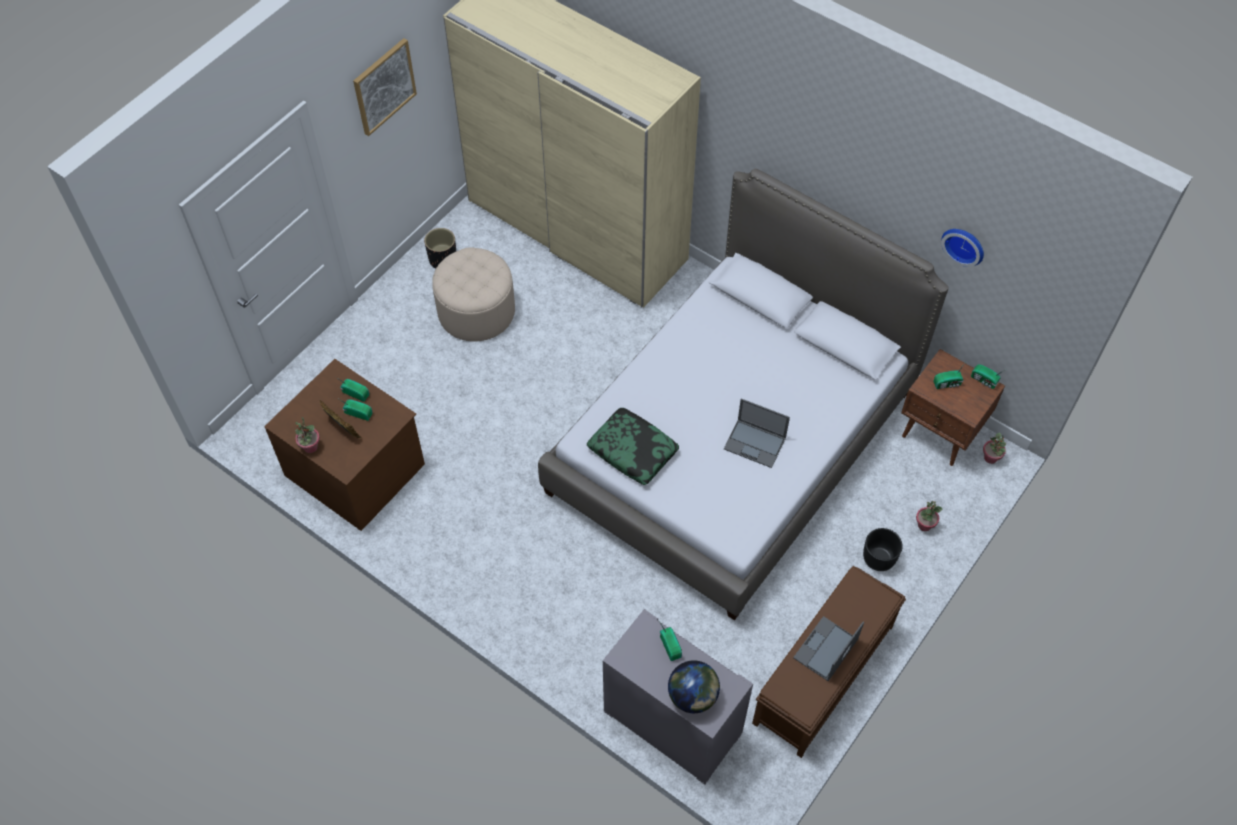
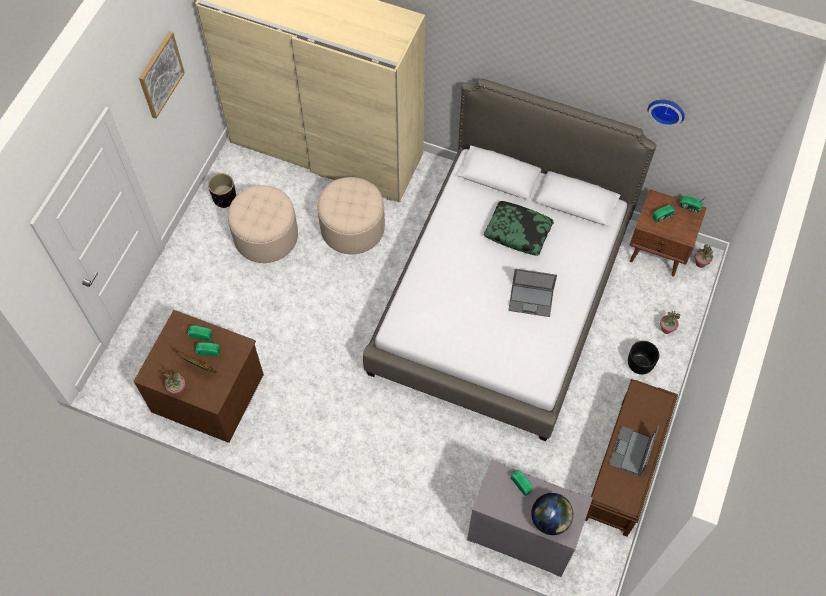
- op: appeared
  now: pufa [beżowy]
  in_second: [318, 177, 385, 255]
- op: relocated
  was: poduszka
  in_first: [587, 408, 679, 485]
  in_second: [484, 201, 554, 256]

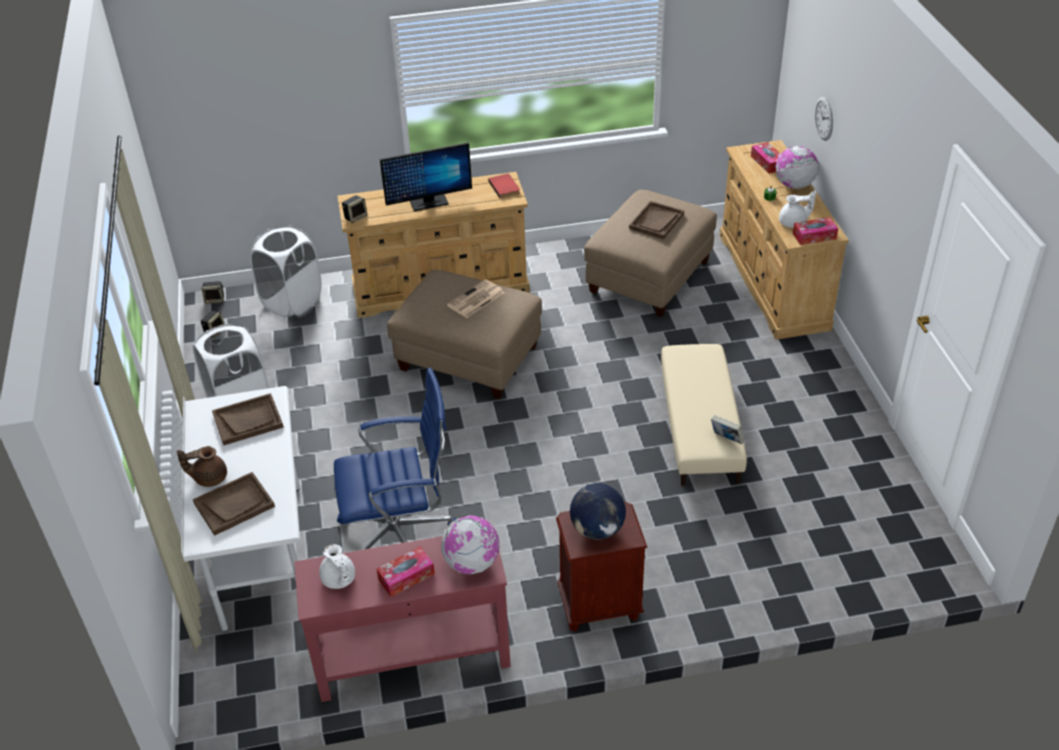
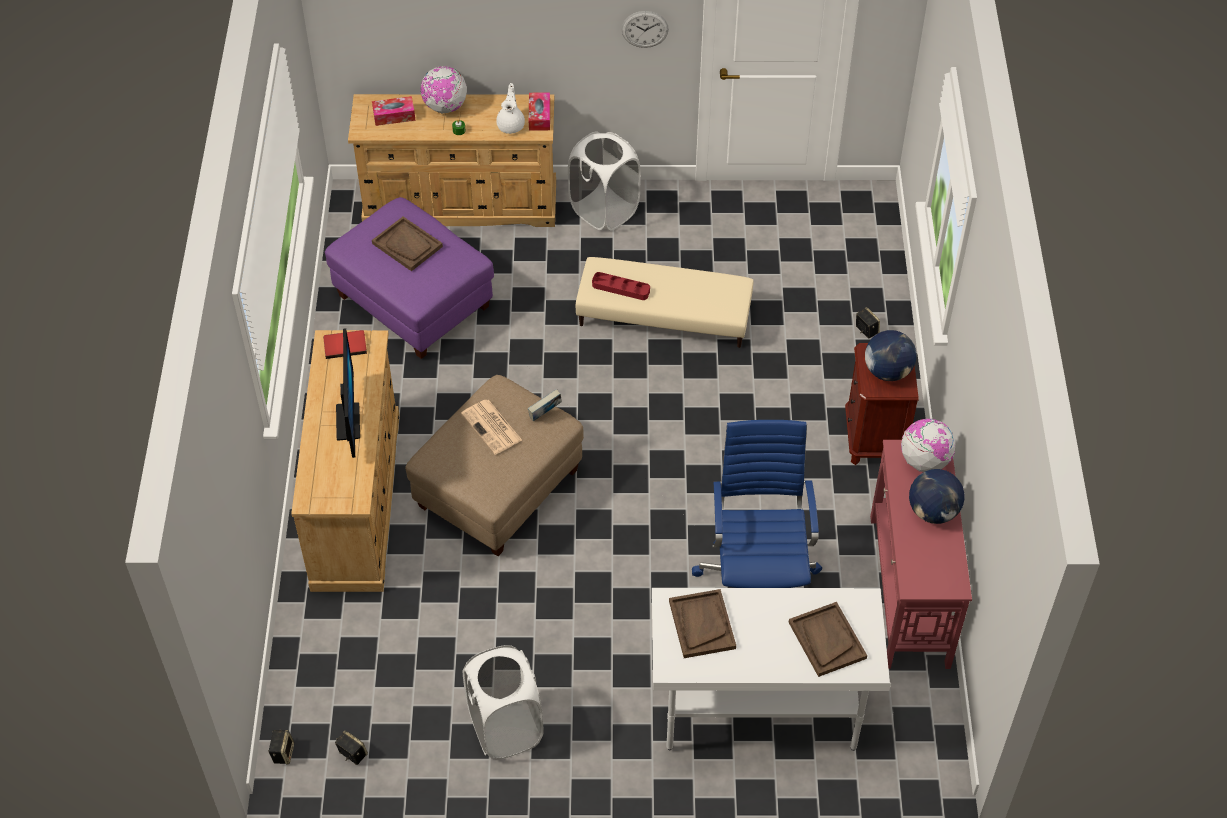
- op: colour
  was: pufa [beżowy]
  now: pufa [fioletowy]
  in_first: [584, 190, 717, 317]
  in_second: [325, 197, 494, 359]
- op: relocated
  was: książka
  in_first: [711, 415, 745, 444]
  in_second: [528, 389, 562, 421]
- op: relocated
  was: kosz na pranie [biały]
  in_first: [250, 226, 322, 317]
  in_second: [568, 131, 641, 231]
- op: appeared
  now: taca [czerwony]
  in_second: [592, 272, 650, 300]
- op: relocated
  was: zegar ścienny
  in_first: [815, 97, 833, 141]
  in_second: [621, 11, 669, 48]
- op: relocated
  was: głośnik
  in_first: [342, 195, 367, 223]
  in_second: [856, 307, 880, 339]
- op: exchanged
  was: pudełko chusteczek
  now: globus
  in_first: [376, 546, 435, 597]
  in_second: [909, 469, 964, 524]
- op: missing
  was: imbryk [brązowy]
  in_first: [177, 446, 227, 487]
- op: missing
  was: imbryk [biały]
  in_first: [319, 544, 355, 589]

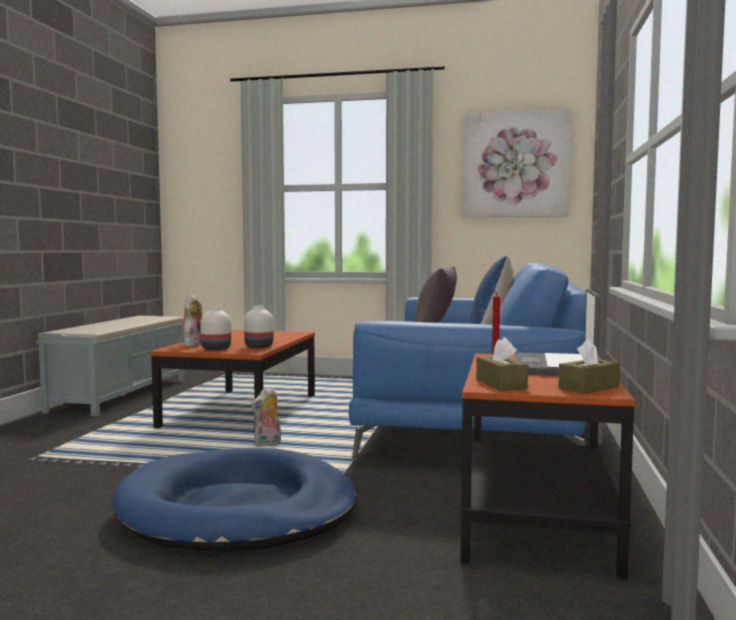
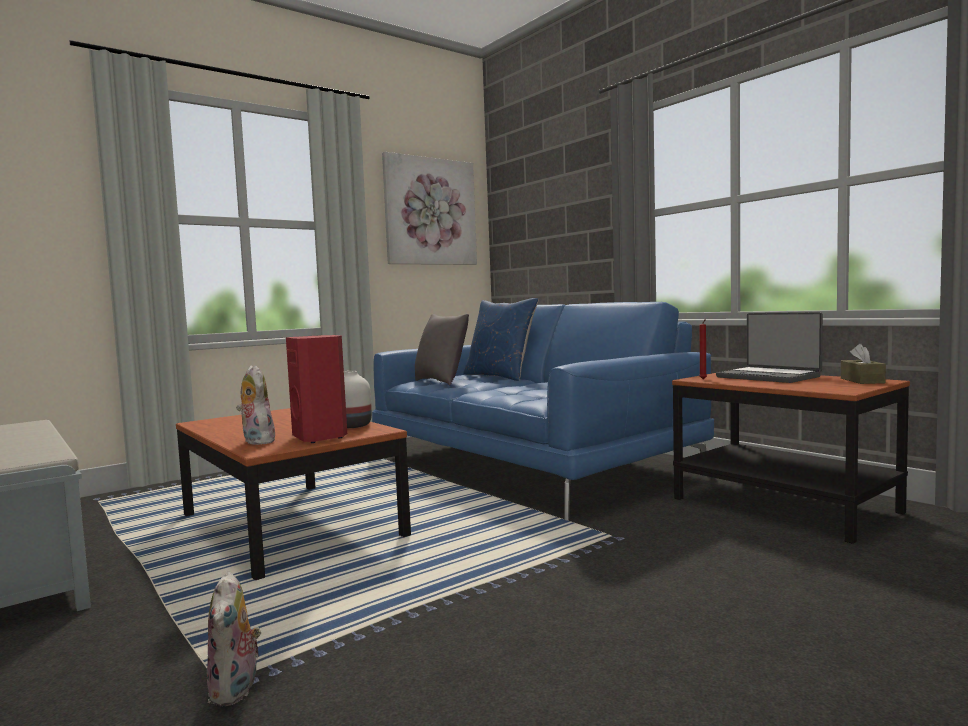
- op: relocated
  was: pluszak
  in_first: [251, 387, 281, 447]
  in_second: [207, 571, 261, 706]
- op: exchanged
  was: wazon [biały]
  now: głośnik [czerwony]
  in_first: [200, 307, 231, 350]
  in_second: [286, 335, 347, 443]
- op: missing
  was: legowisko [niebieski]
  in_first: [112, 448, 357, 551]
- op: missing
  was: pudełko chusteczek [brązowy]
  in_first: [476, 337, 528, 391]

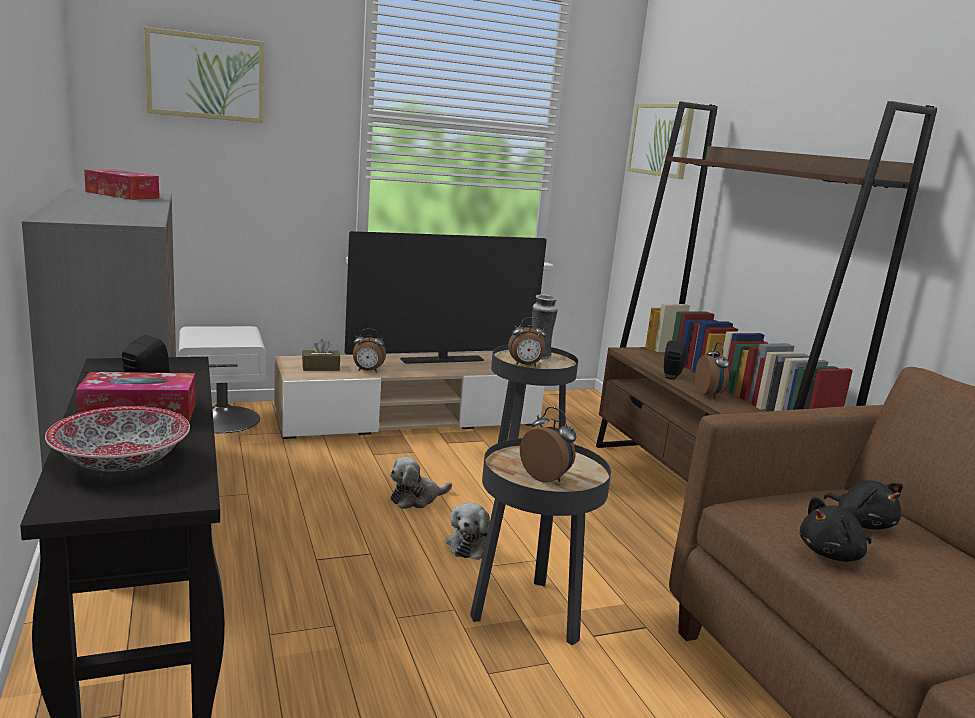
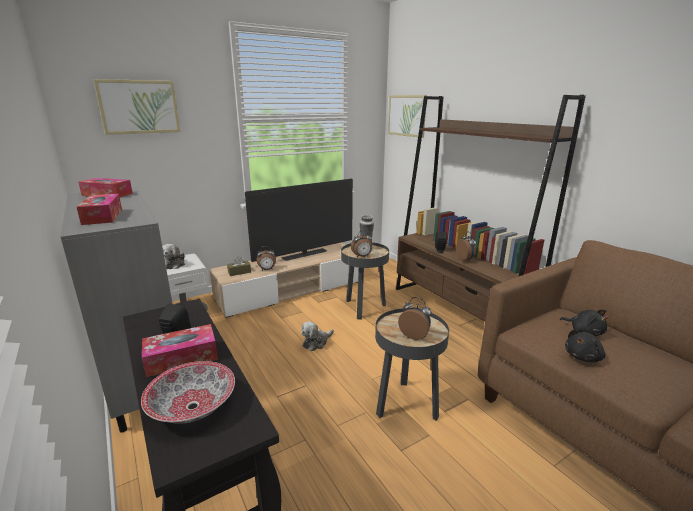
- op: appeared
  now: pudełko chusteczek
  in_second: [77, 194, 122, 225]
- op: relocated
  was: pluszak
  in_first: [445, 503, 490, 560]
  in_second: [162, 244, 185, 269]

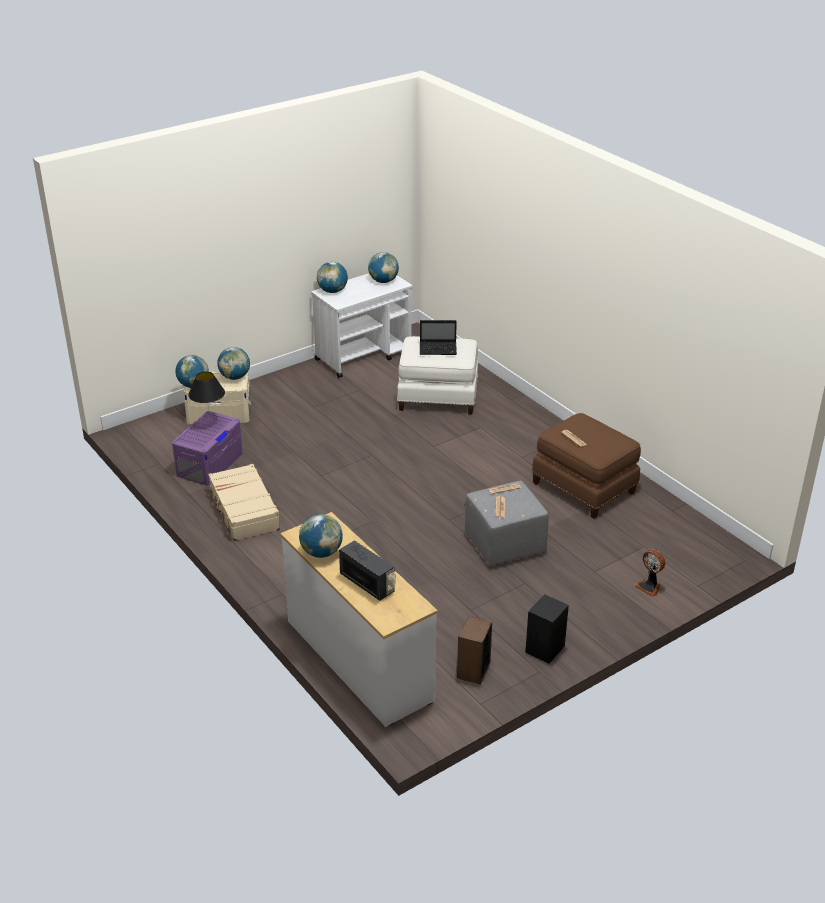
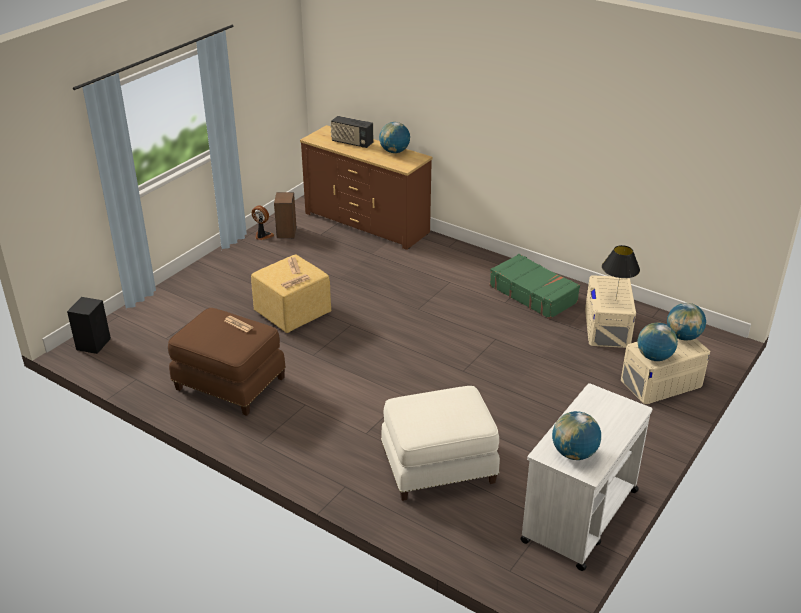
- op: relocated
  was: głośnik [czarny]
  in_first: [525, 594, 569, 664]
  in_second: [67, 297, 111, 354]
- op: colour
  was: pufa [szary]
  now: pufa [żółty]
  in_first: [465, 481, 549, 566]
  in_second: [251, 254, 331, 333]
- op: relocated
  was: wentylator
  in_first: [634, 549, 665, 597]
  in_second: [252, 205, 274, 240]
- op: colour
  was: komoda [biały]
  now: komoda [brązowy]
  in_first: [280, 512, 438, 727]
  in_second: [300, 125, 432, 250]
- op: colour
  was: walizka [beżowy]
  now: walizka [zielony]
  in_first: [208, 464, 280, 541]
  in_second: [489, 254, 580, 319]
- op: colour
  was: pojemnik do przechowywania [fioletowy]
  now: pojemnik do przechowywania [beżowy]
  in_first: [172, 411, 243, 486]
  in_second: [585, 275, 636, 348]
- op: missing
  was: globus
  in_first: [317, 262, 348, 293]
- op: missing
  was: laptop
  in_first: [420, 320, 457, 355]

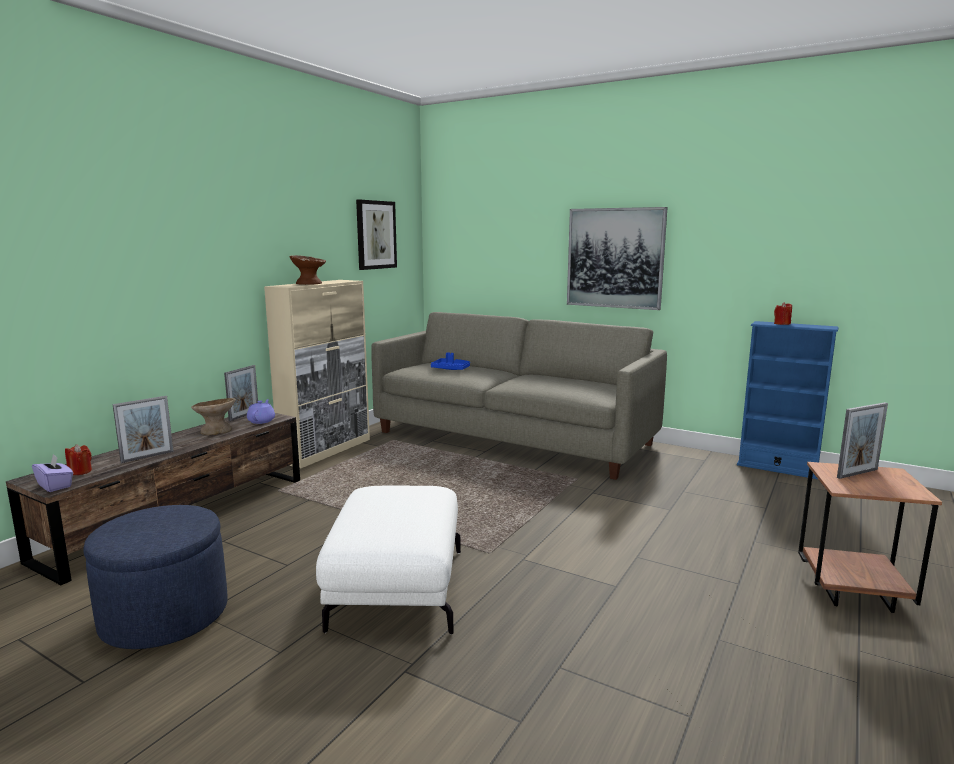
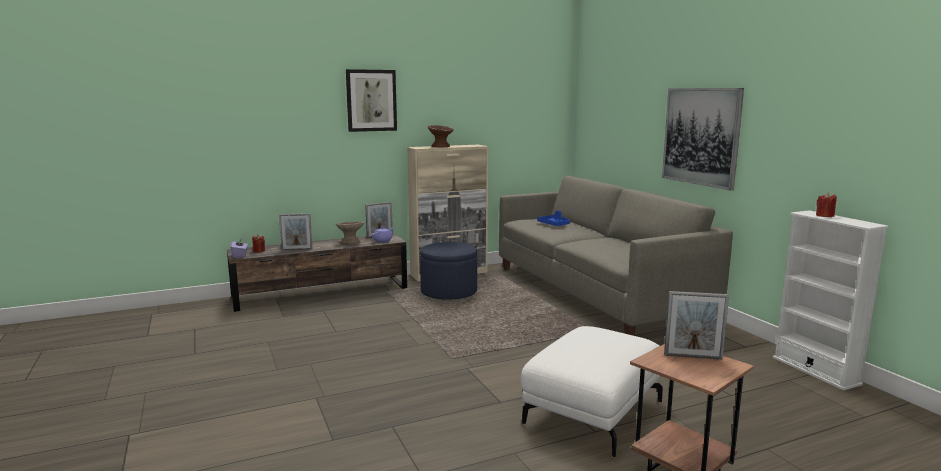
- op: relocated
  was: obraz
  in_first: [356, 200, 397, 270]
  in_second: [346, 69, 397, 132]
- op: relocated
  was: pufa [niebieski]
  in_first: [83, 505, 228, 649]
  in_second: [420, 242, 477, 300]
- op: relocated
  was: pufa [biały]
  in_first: [316, 486, 461, 635]
  in_second: [521, 326, 663, 457]
- op: colour
  was: regał [niebieski]
  now: regał [biały]
  in_first: [737, 321, 839, 479]
  in_second: [773, 210, 888, 390]

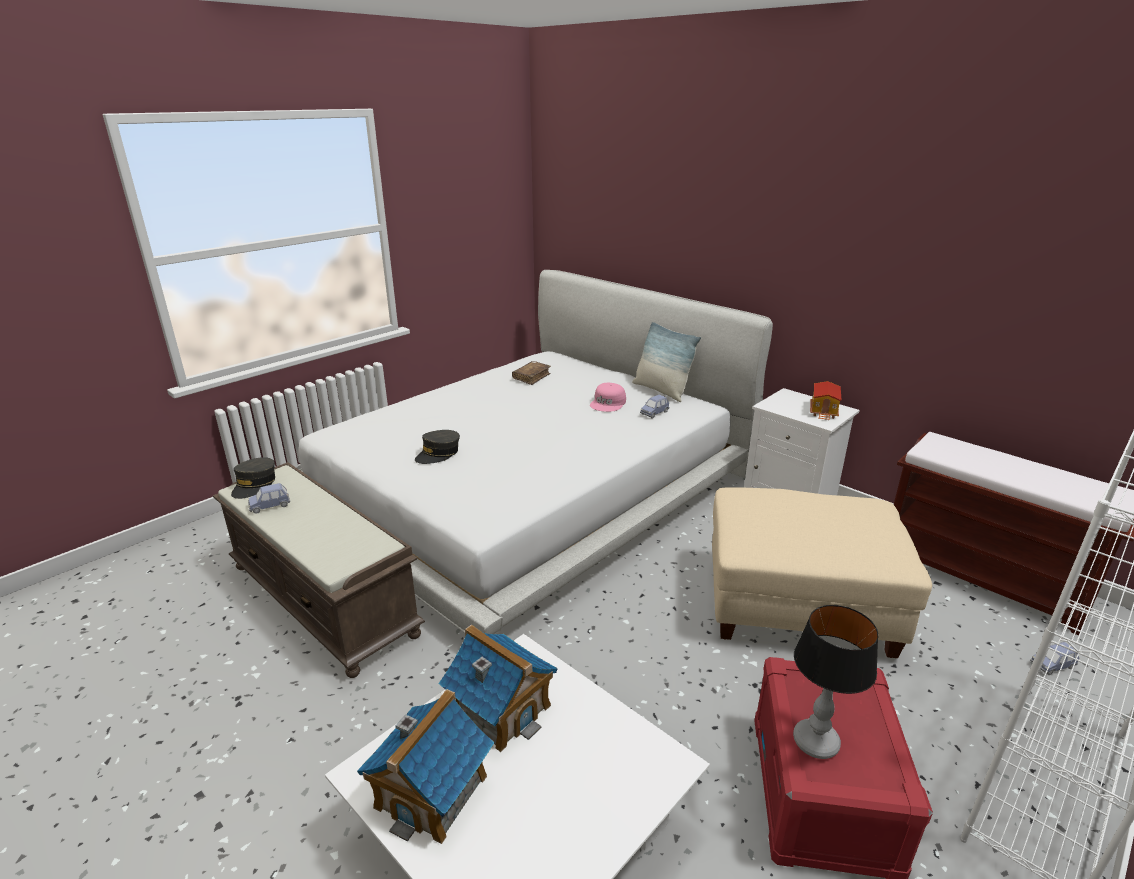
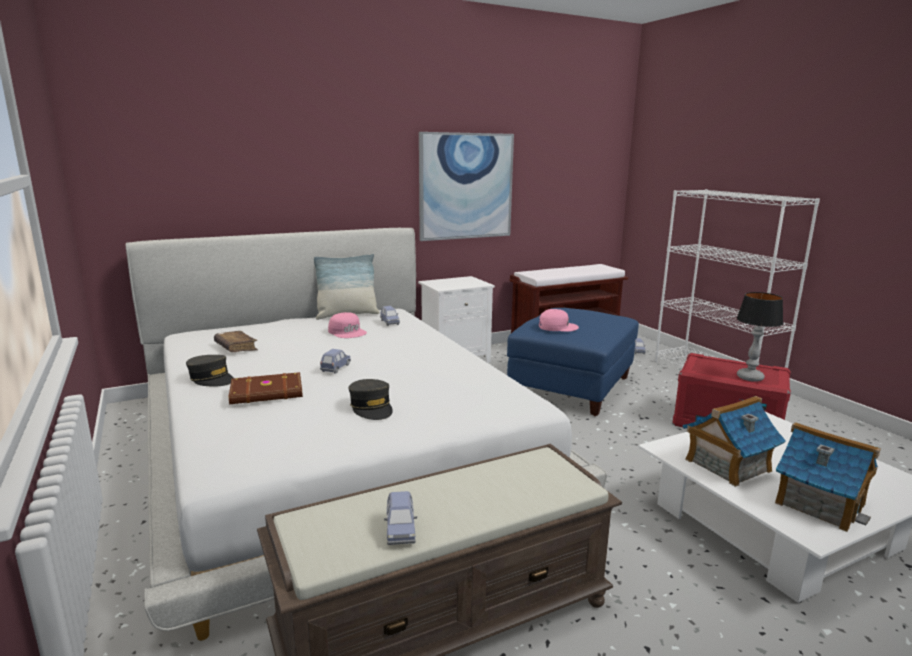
- op: relocated
  was: czapka z daszkiem [szary]
  in_first: [231, 457, 275, 499]
  in_second: [186, 355, 234, 387]
- op: appeared
  now: książka [brązowy]
  in_second: [229, 372, 303, 404]
- op: appeared
  now: samochodzik [niebieski]
  in_second: [320, 349, 351, 374]
- op: appeared
  now: obraz
  in_second: [419, 132, 514, 241]
- op: colour
  was: pufa [beżowy]
  now: pufa [niebieski]
  in_first: [712, 487, 932, 658]
  in_second: [507, 308, 639, 416]
- op: appeared
  now: czapka z daszkiem [różowy]
  in_second: [539, 309, 579, 332]
- op: missing
  was: domek
  in_first: [810, 381, 842, 420]

